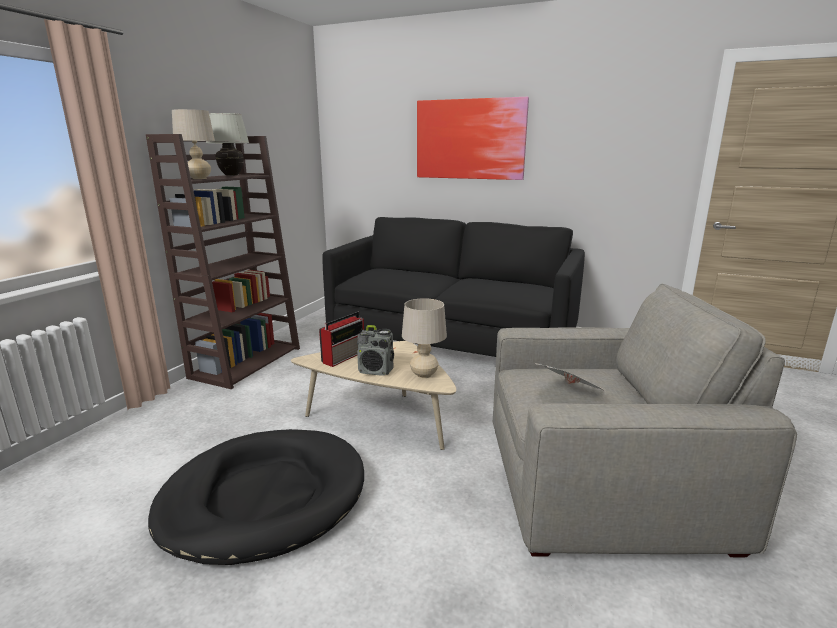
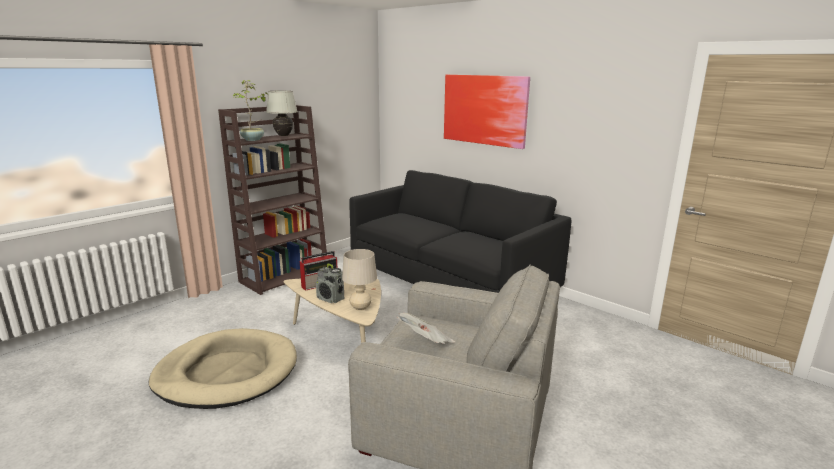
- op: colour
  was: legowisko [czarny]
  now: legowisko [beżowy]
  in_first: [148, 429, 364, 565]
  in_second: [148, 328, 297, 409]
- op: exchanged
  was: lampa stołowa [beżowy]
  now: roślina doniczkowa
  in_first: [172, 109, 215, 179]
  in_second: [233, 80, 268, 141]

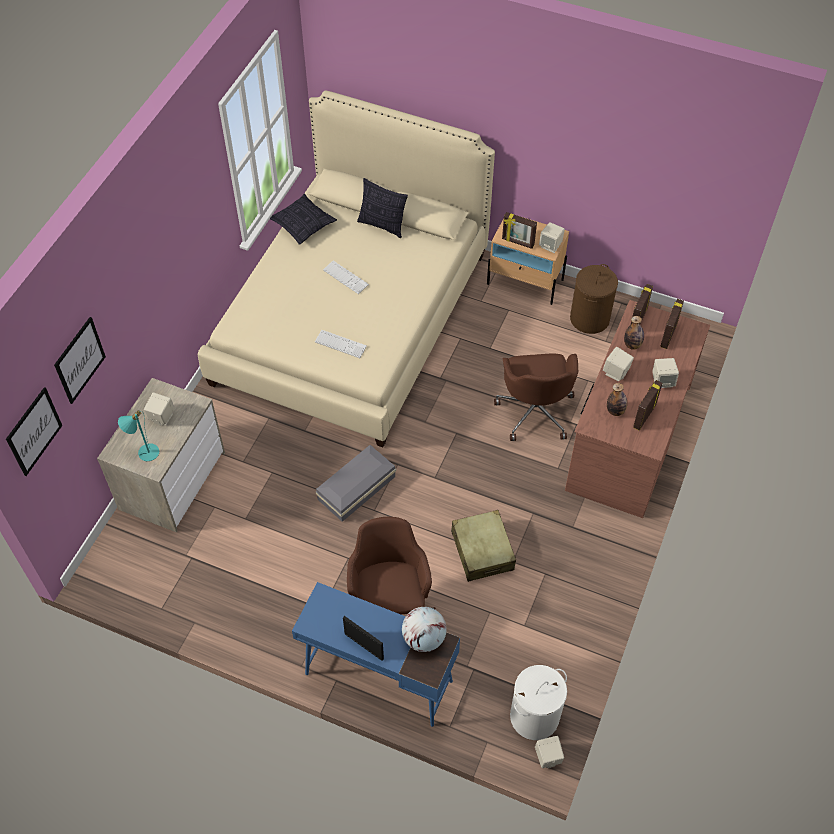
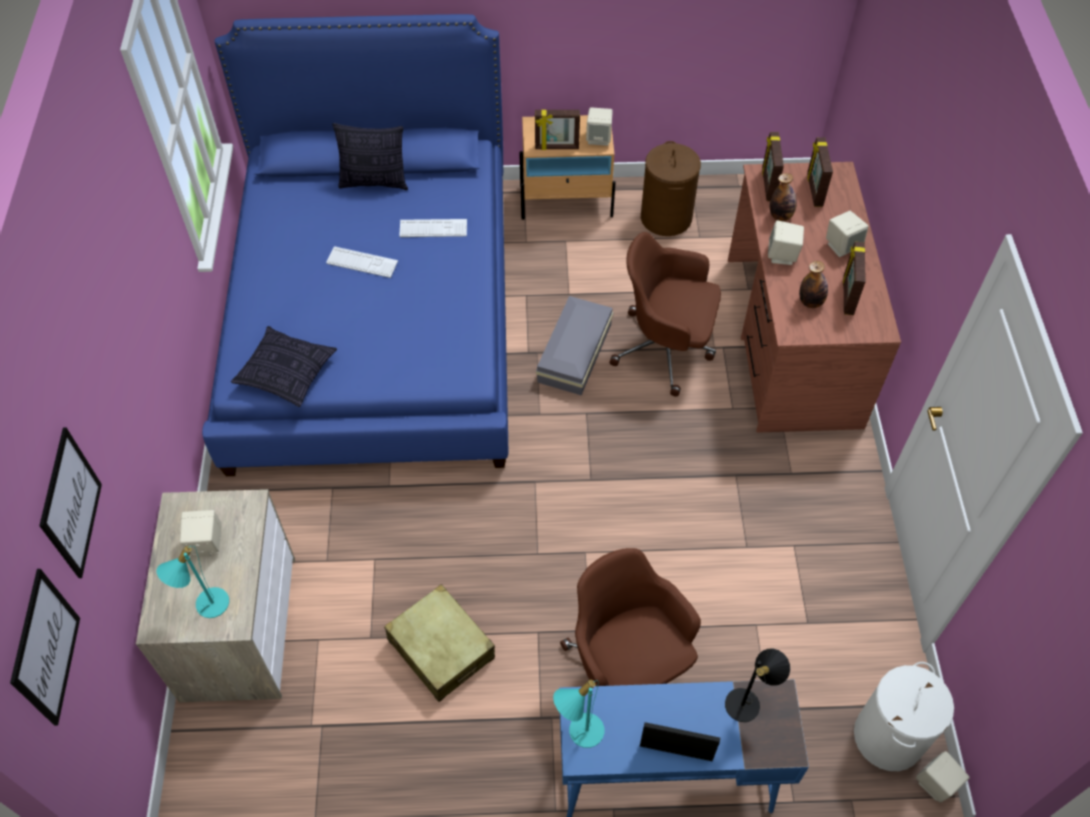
- op: colour
  was: łóżko [beżowy]
  now: łóżko [niebieski]
  in_first: [198, 90, 495, 448]
  in_second: [202, 14, 508, 476]
- op: relocated
  was: poduszka
  in_first: [270, 194, 337, 245]
  in_second: [231, 326, 337, 407]
- op: relocated
  was: walizka [beżowy]
  in_first: [451, 510, 516, 582]
  in_second: [384, 584, 495, 702]
- op: relocated
  was: klawiatura
  in_first: [315, 330, 367, 358]
  in_second: [399, 219, 467, 237]
- op: relocated
  was: pojemnik do przechowywania [szary]
  in_first: [316, 445, 396, 522]
  in_second: [536, 296, 613, 395]
- op: appeared
  now: lampa stołowa [turkusowy]
  in_second: [553, 680, 604, 748]
- op: spun
  was: krzesło biurowe [brązowy]
  in_first: [494, 353, 578, 441]
  in_second: [610, 232, 721, 397]
  clockwise: 135
- op: exchanged
  was: globus
  now: lampa stołowa [czarny]
  in_first: [402, 607, 447, 652]
  in_second: [725, 649, 790, 722]

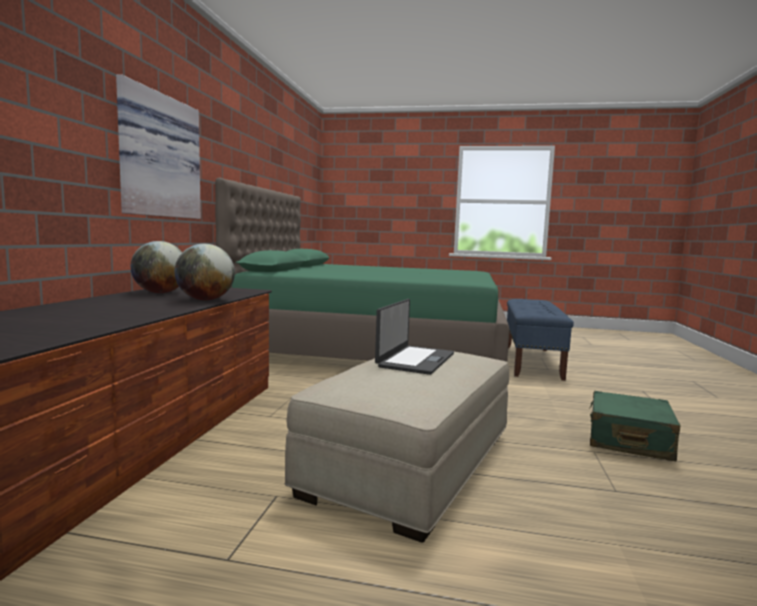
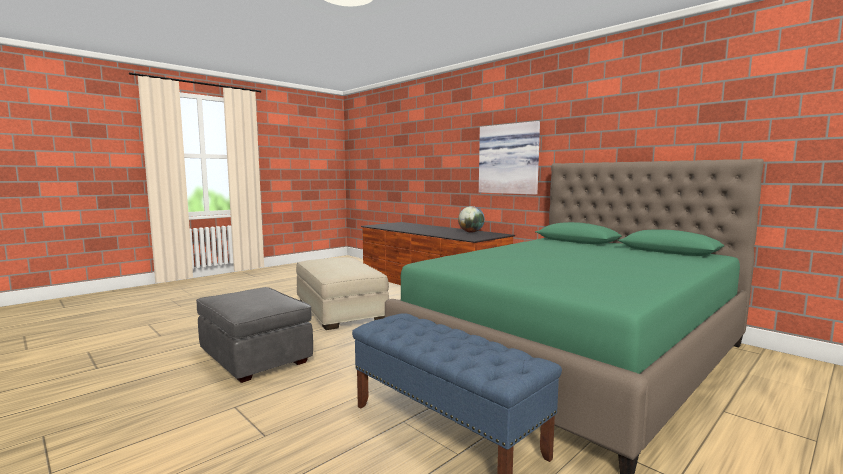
- op: exchanged
  was: walizka [zielony]
  now: pufa [szary]
  in_first: [589, 391, 681, 461]
  in_second: [196, 287, 313, 383]
- op: missing
  was: globus
  in_first: [175, 244, 235, 300]
- op: missing
  was: laptop
  in_first: [375, 299, 454, 375]

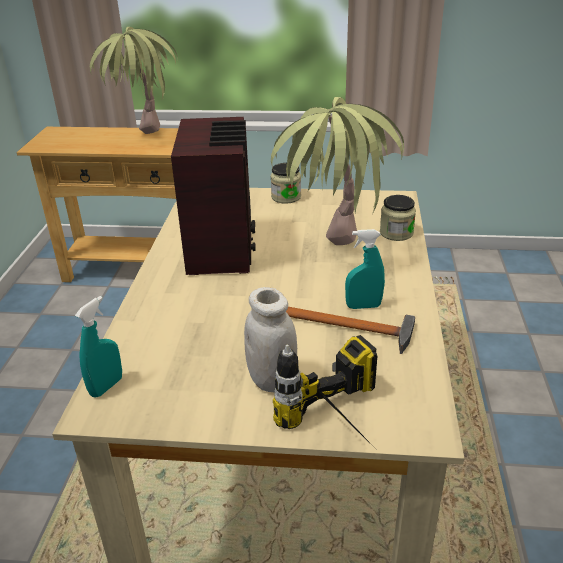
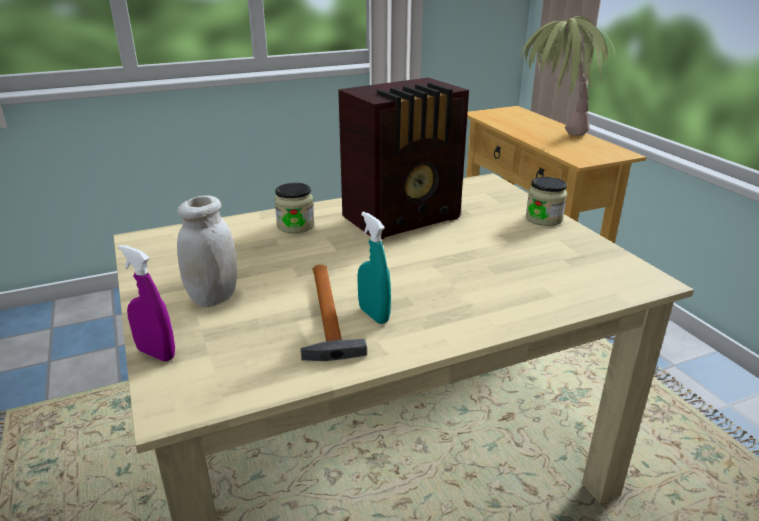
- op: exchanged
  was: wiertarka
  now: spryskiwacz [fioletowy]
  in_first: [273, 335, 377, 446]
  in_second: [118, 245, 175, 361]
- op: relocated
  was: słoik
  in_first: [380, 195, 416, 241]
  in_second: [274, 183, 314, 233]
- op: missing
  was: spryskiwacz [turkusowy]
  in_first: [75, 296, 122, 398]
- op: missing
  was: roślina doniczkowa
  in_first: [271, 97, 404, 245]

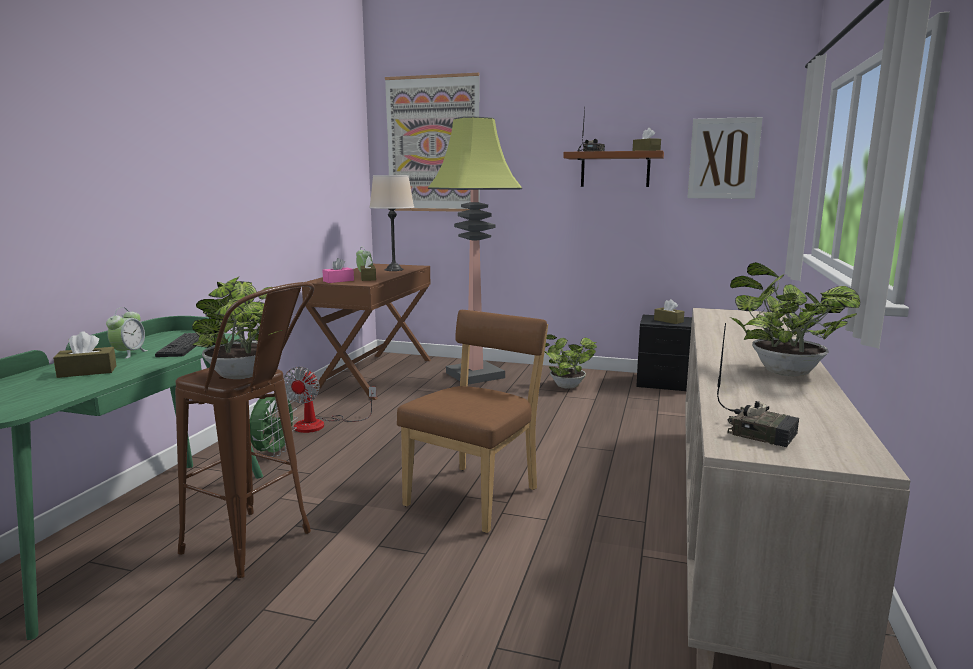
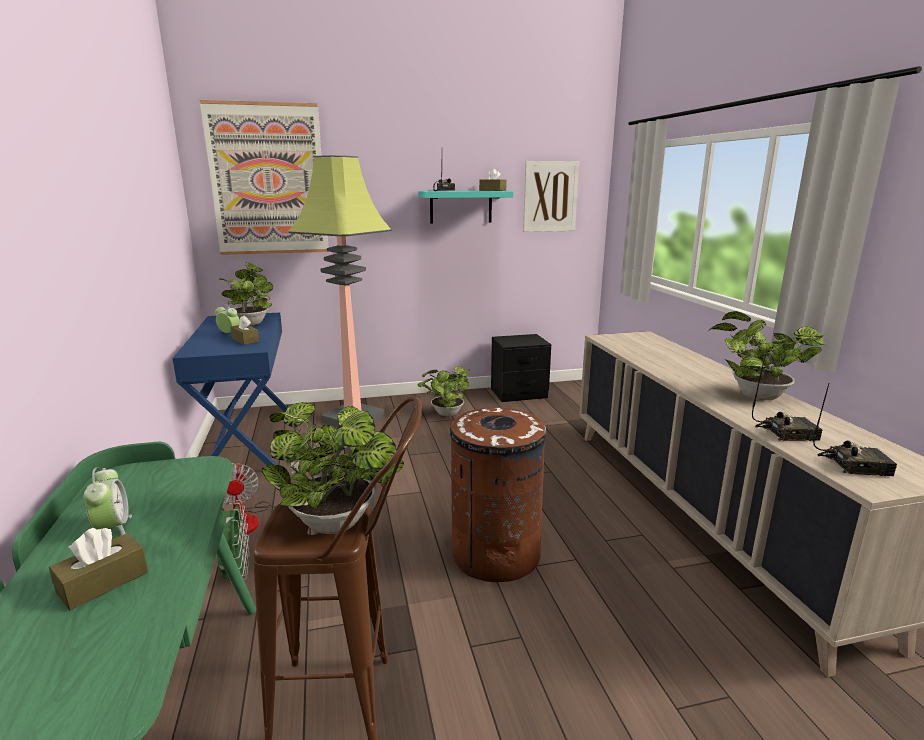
- op: colour
  was: biurko [brązowy]
  now: biurko [niebieski]
  in_first: [302, 264, 431, 400]
  in_second: [172, 313, 288, 465]
- op: exchanged
  was: lampa stołowa [beżowy]
  now: roślina doniczkowa
  in_first: [369, 175, 414, 271]
  in_second: [220, 262, 273, 326]
- op: colour
  was: półka [brązowy]
  now: półka [turkusowy]
  in_first: [563, 151, 664, 187]
  in_second: [418, 191, 514, 224]
- op: exchanged
  was: krzesło [brązowy]
  now: kosz na śmieci [brązowy]
  in_first: [397, 310, 548, 533]
  in_second: [450, 407, 546, 582]
- op: appeared
  now: radio
  in_second: [752, 361, 822, 441]
- op: missing
  was: klawiatura
  in_first: [155, 333, 199, 357]
- op: missing
  was: pudełko chusteczek [różowy]
  in_first: [322, 258, 354, 283]
- op: missing
  was: pudełko chusteczek [brązowy]
  in_first: [654, 299, 684, 324]

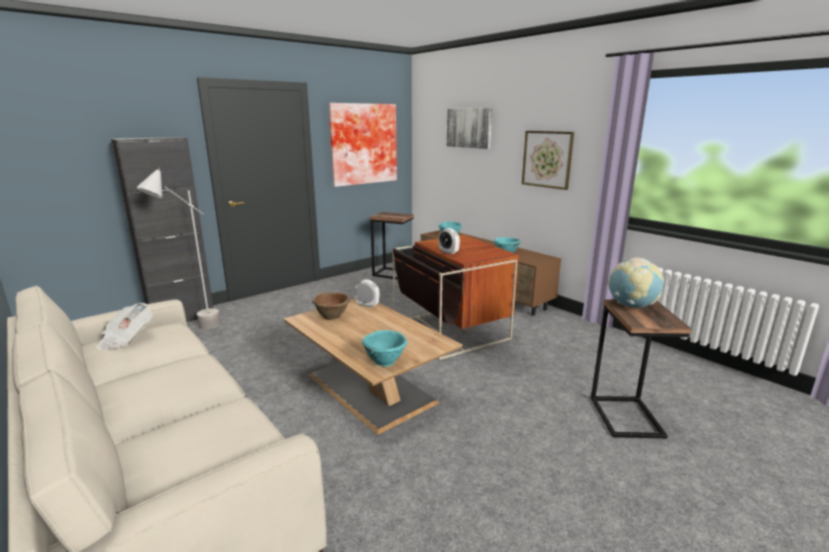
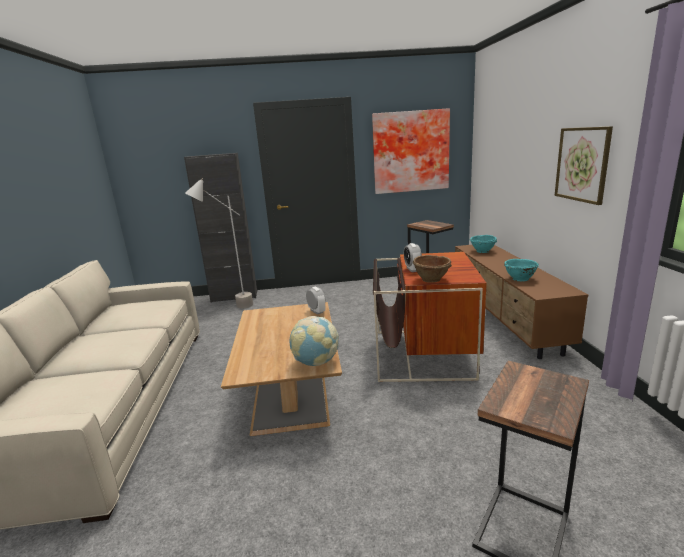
- op: relocated
  was: globus
  in_first: [608, 258, 664, 308]
  in_second: [289, 316, 339, 366]
- op: relocated
  was: miska [brązowy]
  in_first: [312, 292, 350, 320]
  in_second: [413, 255, 452, 283]
- op: missing
  was: gazeta
  in_first: [96, 303, 153, 350]
- op: missing
  was: miska [turkusowy]
  in_first: [362, 330, 407, 367]
- op: missing
  was: obraz
  in_first: [447, 108, 492, 149]

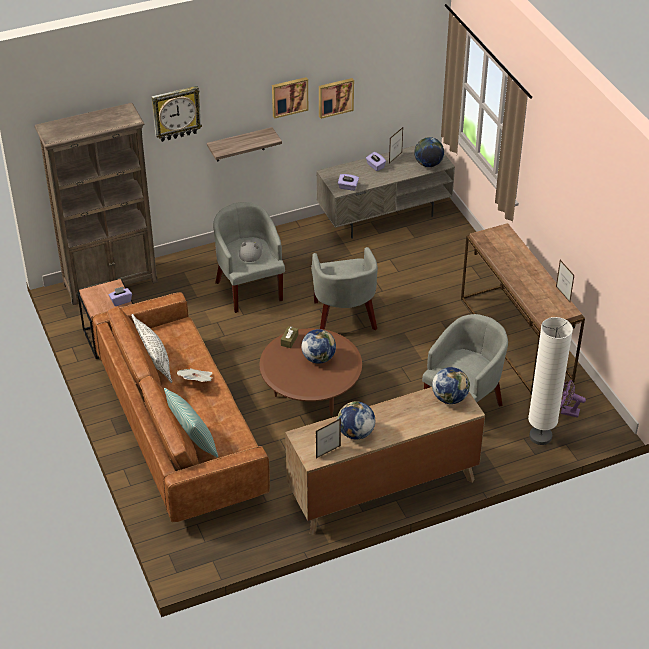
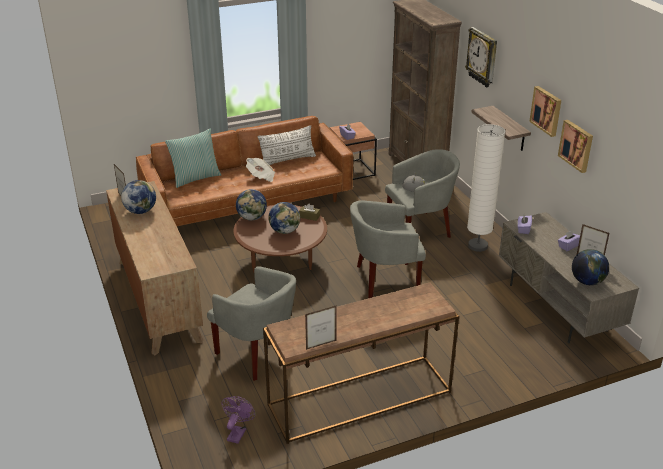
- op: relocated
  was: globus
  in_first: [432, 367, 470, 404]
  in_second: [236, 189, 267, 220]
- op: relocated
  was: lampa stojąca [biały]
  in_first: [528, 317, 573, 445]
  in_second: [467, 124, 505, 252]

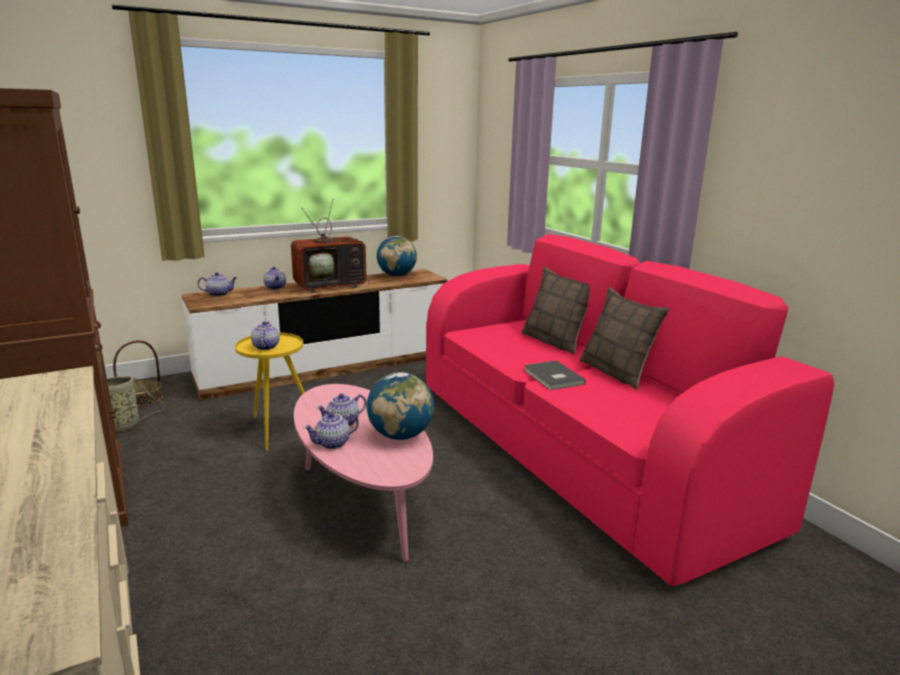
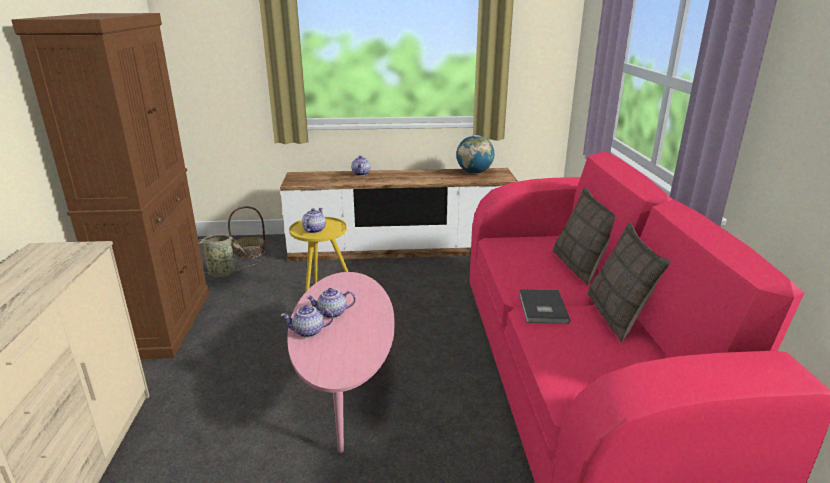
- op: missing
  was: imbryk
  in_first: [197, 272, 237, 296]
- op: missing
  was: telewizor
  in_first: [291, 198, 371, 293]
- op: missing
  was: globus
  in_first: [367, 372, 434, 440]

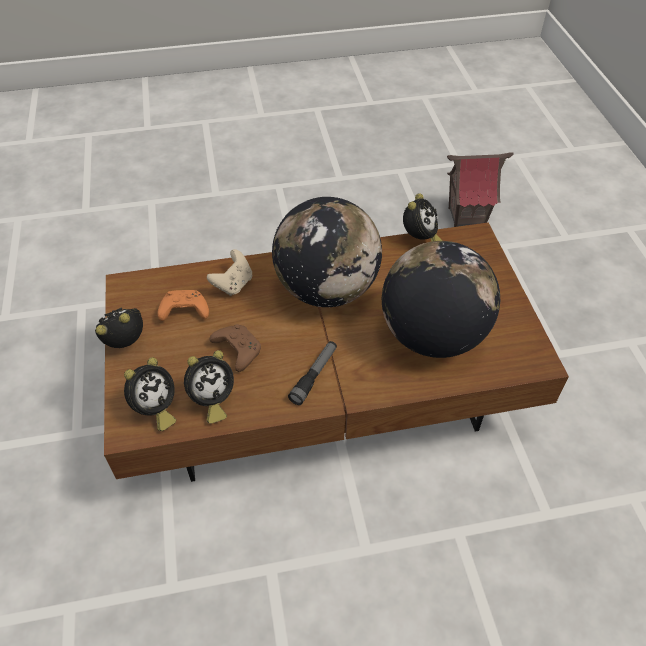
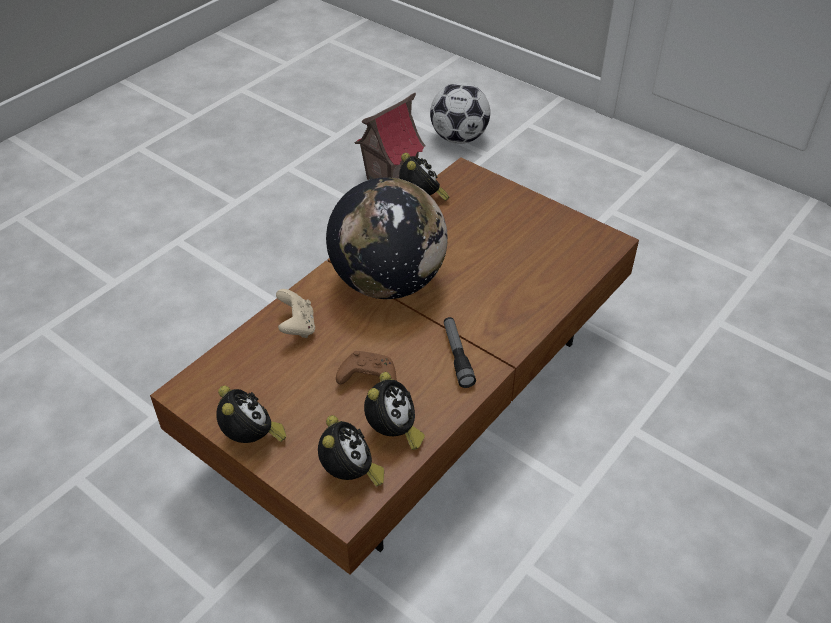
- op: spun
  was: budzik
  in_first: [95, 307, 143, 348]
  in_second: [216, 386, 286, 443]
  clockwise: 135
- op: appeared
  now: piłka futbolowa
  in_second: [430, 82, 490, 144]
- op: missing
  was: pad do gier [pomarańczowy]
  in_first: [157, 290, 209, 321]
- op: missing
  was: globus
  in_first: [382, 241, 500, 358]

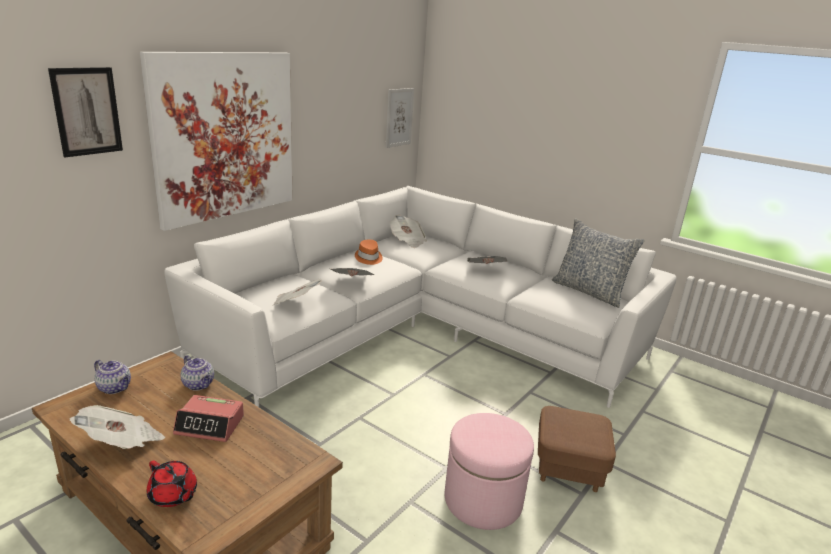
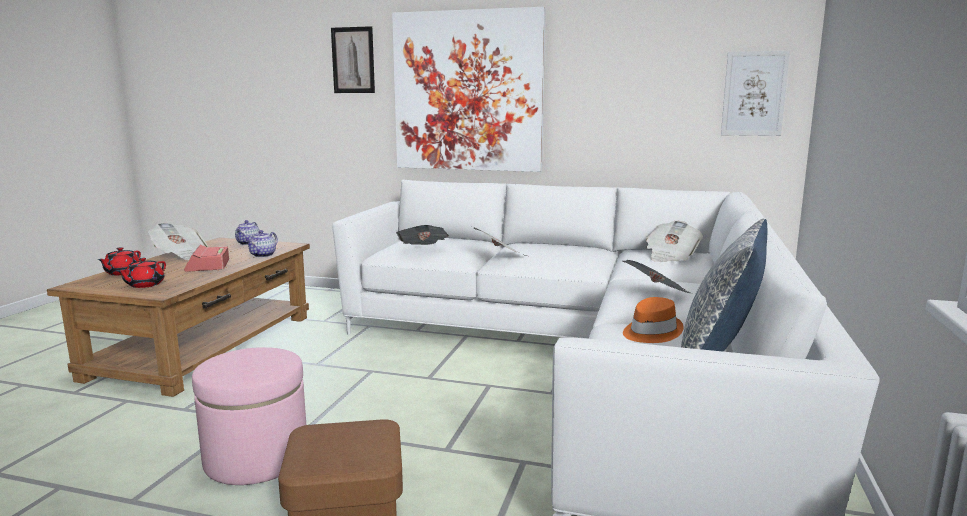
- op: appeared
  now: imbryk [czerwony]
  in_second: [117, 258, 166, 288]
- op: relocated
  was: kapelusz [pomarańczowy]
  in_first: [355, 240, 383, 265]
  in_second: [623, 297, 684, 343]

